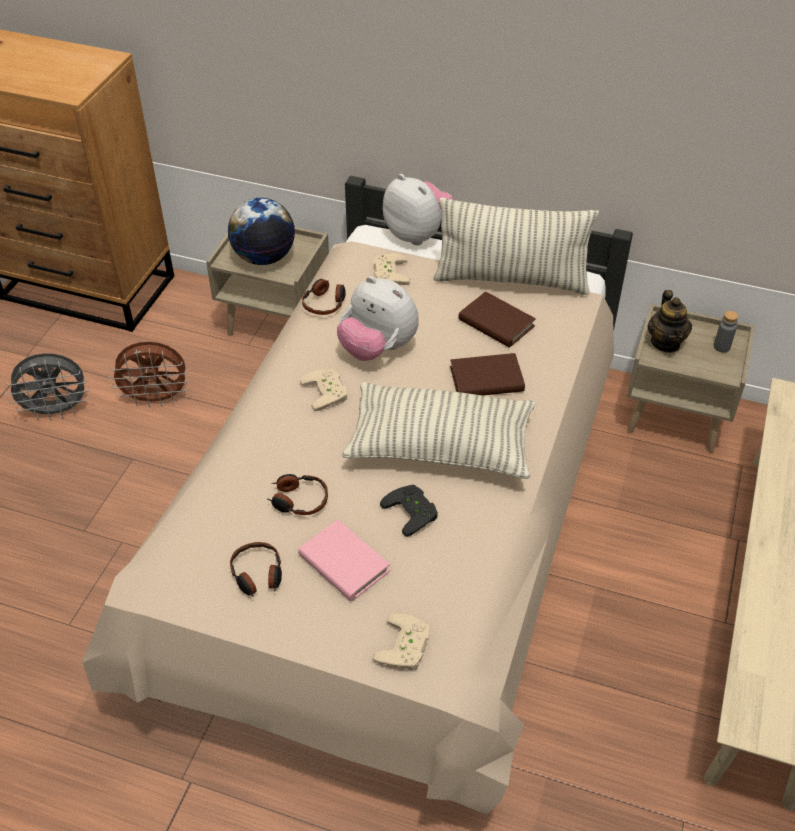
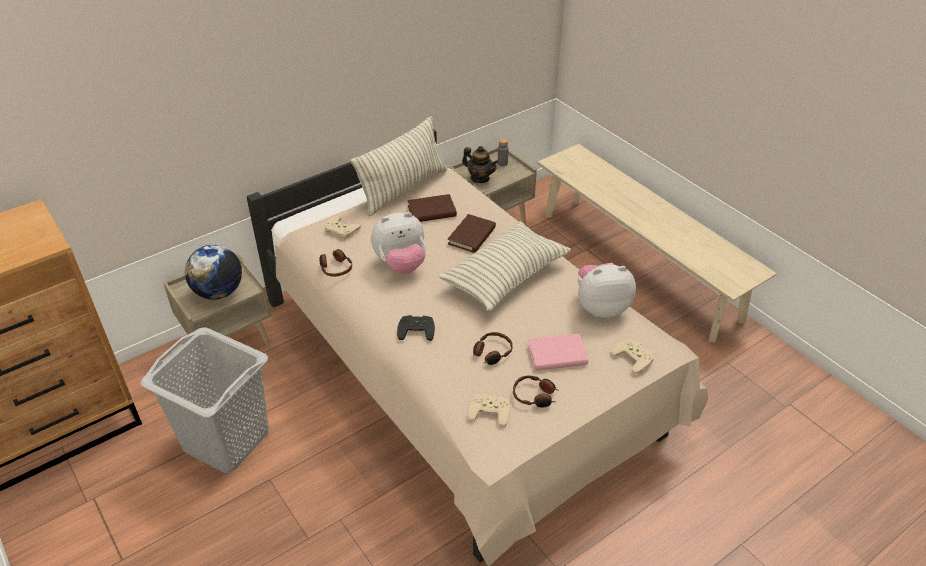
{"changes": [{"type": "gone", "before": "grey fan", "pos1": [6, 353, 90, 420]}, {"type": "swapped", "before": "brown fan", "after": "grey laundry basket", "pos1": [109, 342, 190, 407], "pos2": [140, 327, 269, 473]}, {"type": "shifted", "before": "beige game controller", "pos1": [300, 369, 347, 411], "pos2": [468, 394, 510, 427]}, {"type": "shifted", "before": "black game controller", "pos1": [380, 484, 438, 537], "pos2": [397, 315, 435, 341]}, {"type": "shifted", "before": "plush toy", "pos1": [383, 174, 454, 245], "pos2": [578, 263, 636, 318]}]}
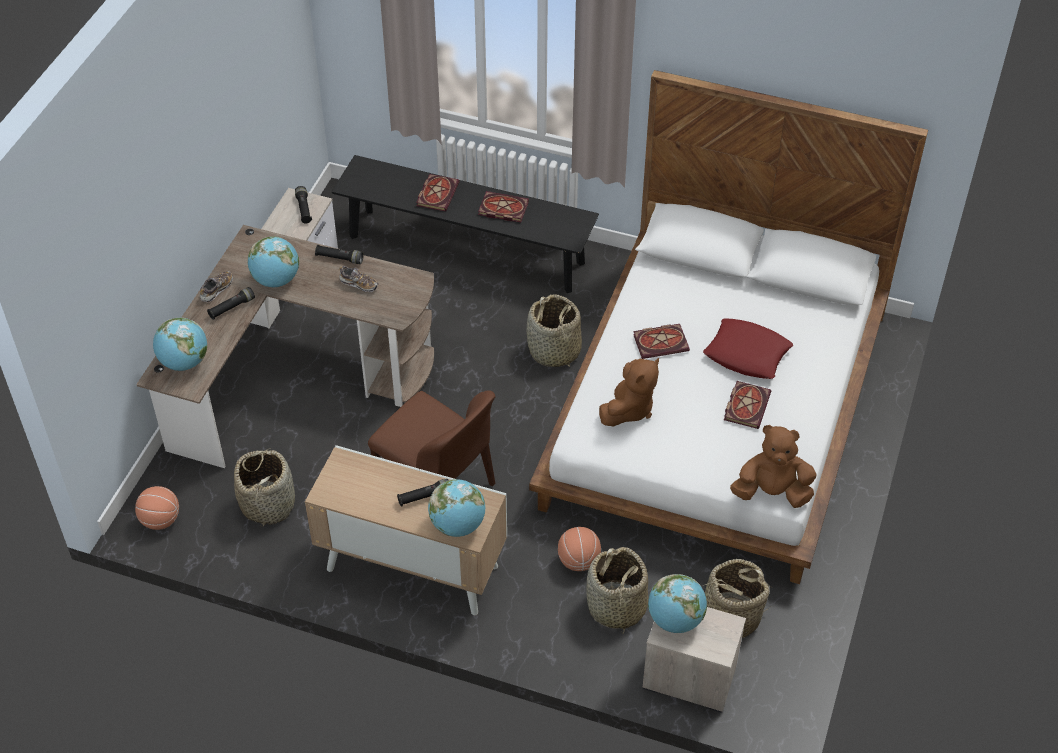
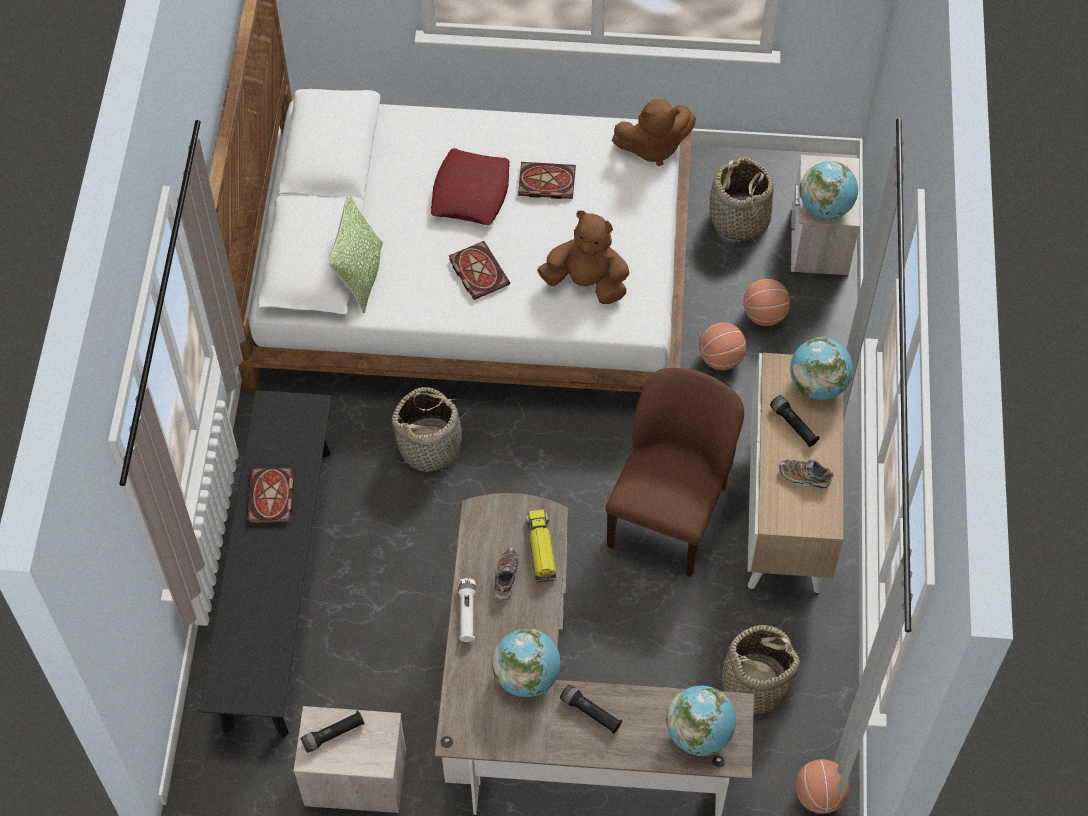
{"changes": [{"type": "shifted", "before": "shoe", "pos1": [200, 271, 233, 302], "pos2": [779, 460, 834, 489]}, {"type": "repainted", "before": "black flashlight", "after": "white flashlight", "pos1": [315, 245, 364, 264], "pos2": [458, 578, 476, 642]}, {"type": "gone", "before": "book", "pos1": [416, 174, 460, 211]}, {"type": "swapped", "before": "basket", "after": "basketball", "pos1": [586, 547, 648, 634], "pos2": [743, 279, 790, 326]}, {"type": "rotated", "before": "brown plush toy", "pos1": [730, 425, 816, 508], "pos2": [612, 99, 696, 166], "turn": -90}, {"type": "new", "after": "pillow", "pos2": [329, 193, 383, 313]}, {"type": "new", "after": "toy truck", "pos2": [526, 510, 556, 583]}]}
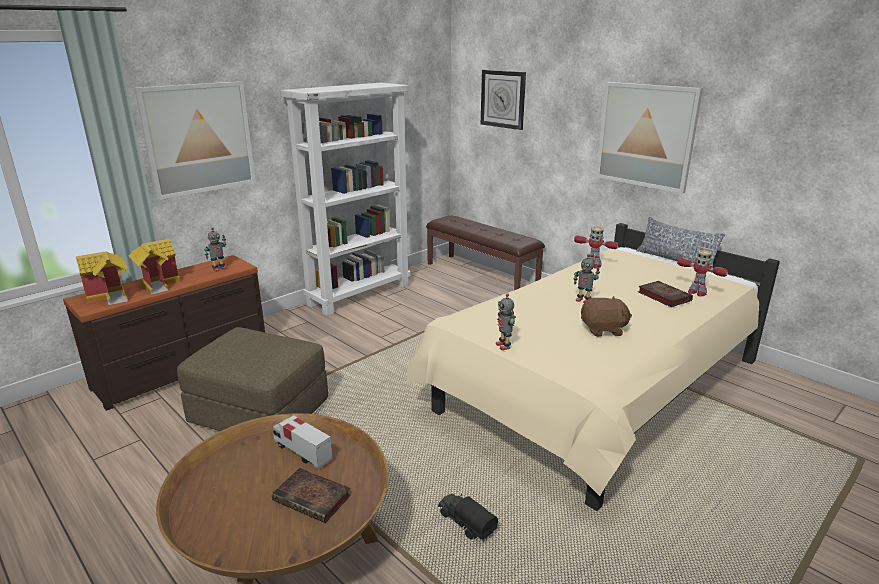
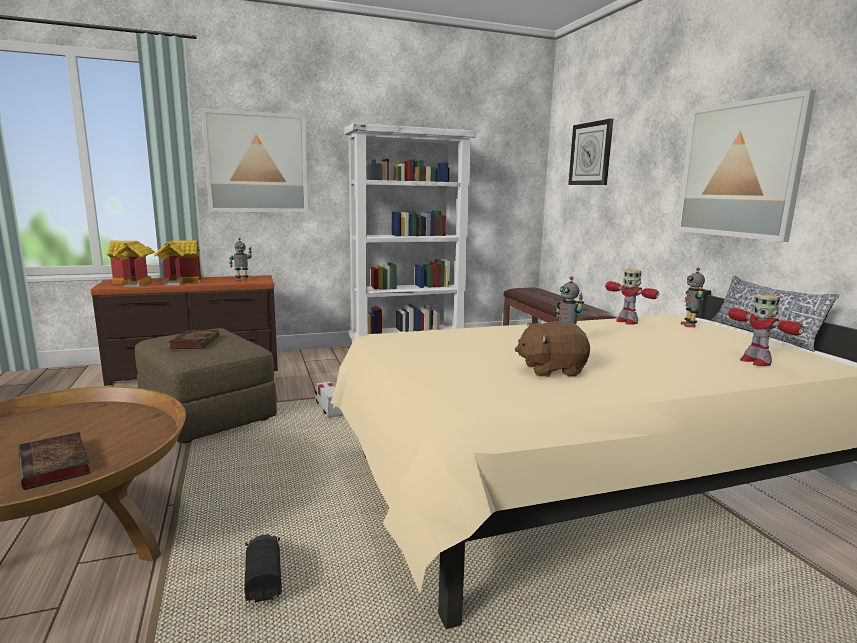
{"changes": [{"type": "shifted", "before": "toy truck", "pos1": [273, 415, 333, 469], "pos2": [315, 382, 343, 418]}, {"type": "shifted", "before": "toy robot", "pos1": [496, 293, 516, 350], "pos2": [681, 268, 705, 327]}, {"type": "rotated", "before": "brown plush toy", "pos1": [581, 296, 632, 337], "pos2": [515, 321, 590, 377], "turn": 150}, {"type": "shifted", "before": "book", "pos1": [638, 281, 693, 307], "pos2": [169, 330, 219, 349]}]}
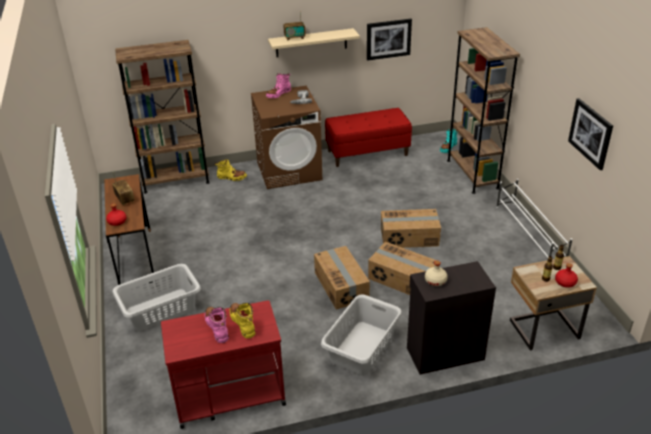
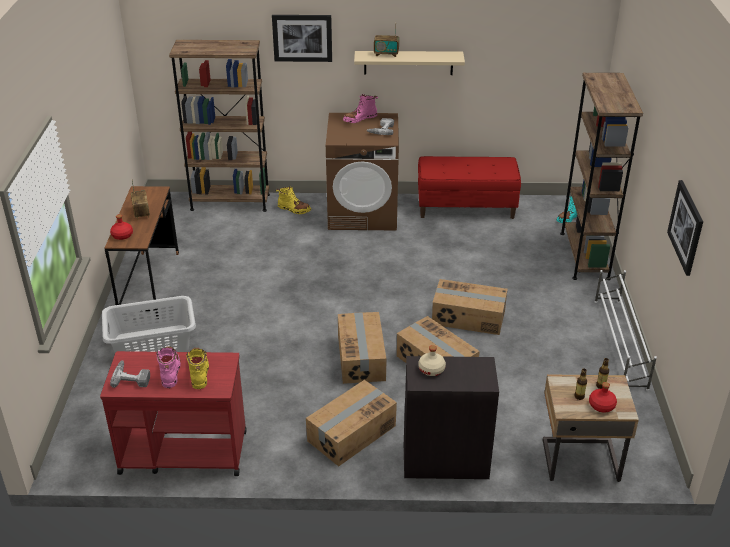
{"changes": [{"type": "swapped", "before": "grey laundry basket", "after": "cardboard box", "pos1": [321, 294, 402, 376], "pos2": [306, 380, 397, 467]}, {"type": "shifted", "before": "picture", "pos1": [367, 19, 412, 61], "pos2": [272, 15, 332, 62]}, {"type": "new", "after": "power drill", "pos2": [110, 360, 150, 388]}]}
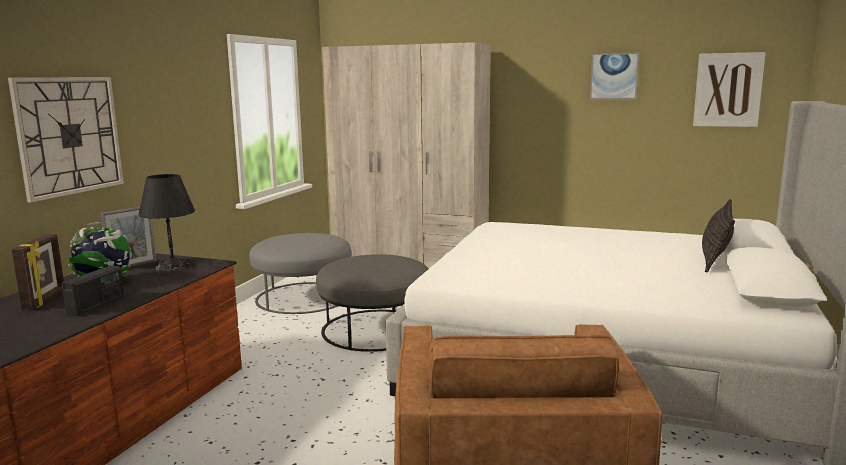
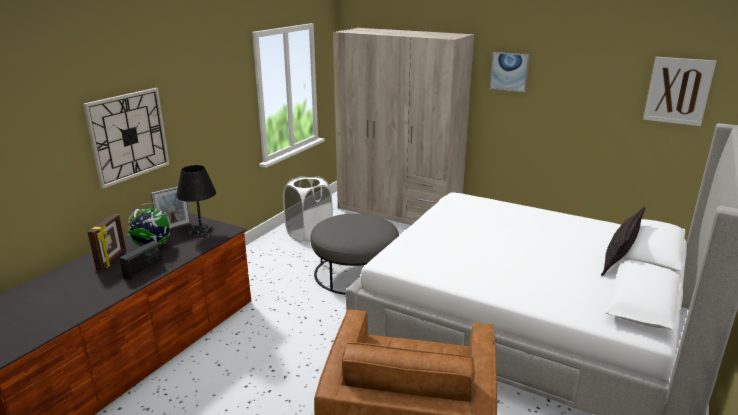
{"changes": [{"type": "swapped", "before": "grey ottoman", "after": "white laundry basket", "pos1": [249, 233, 351, 314], "pos2": [283, 176, 333, 242]}, {"type": "shifted", "before": "picture", "pos1": [590, 53, 639, 99], "pos2": [490, 52, 530, 93]}]}
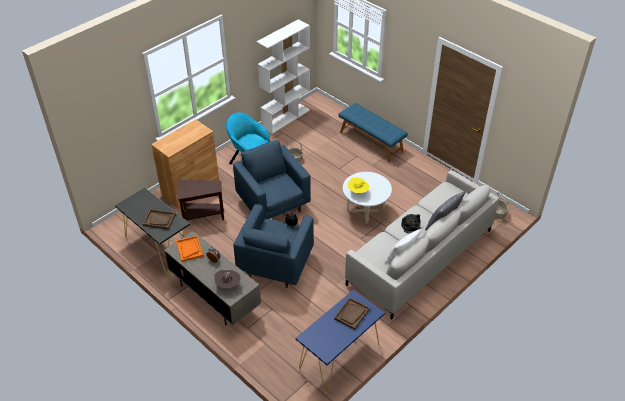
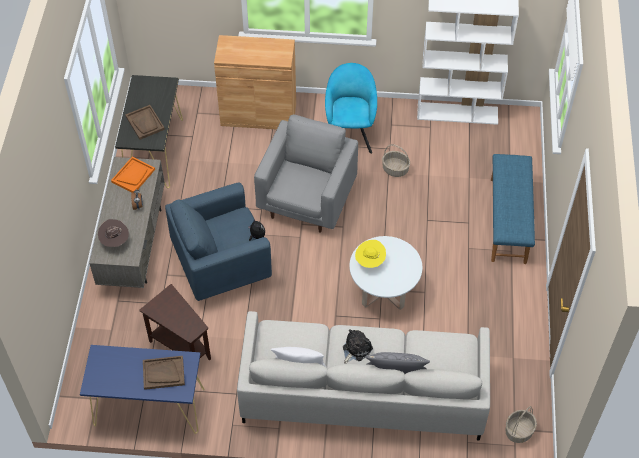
{"changes": [{"type": "shifted", "before": "brown side table", "pos1": [178, 180, 224, 221], "pos2": [140, 284, 211, 361]}, {"type": "repainted", "before": "blue armchair", "after": "grey armchair", "pos1": [233, 140, 311, 220], "pos2": [254, 115, 358, 233]}]}
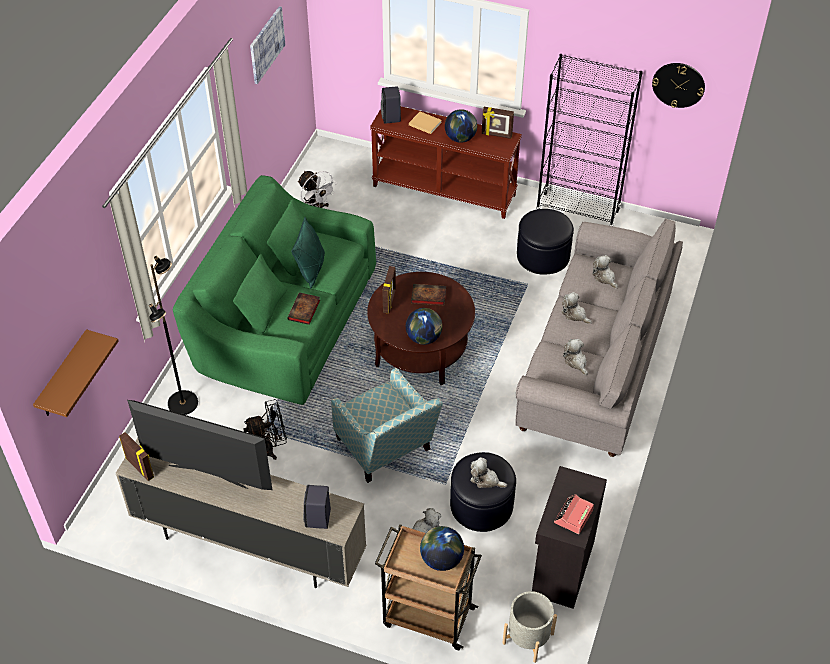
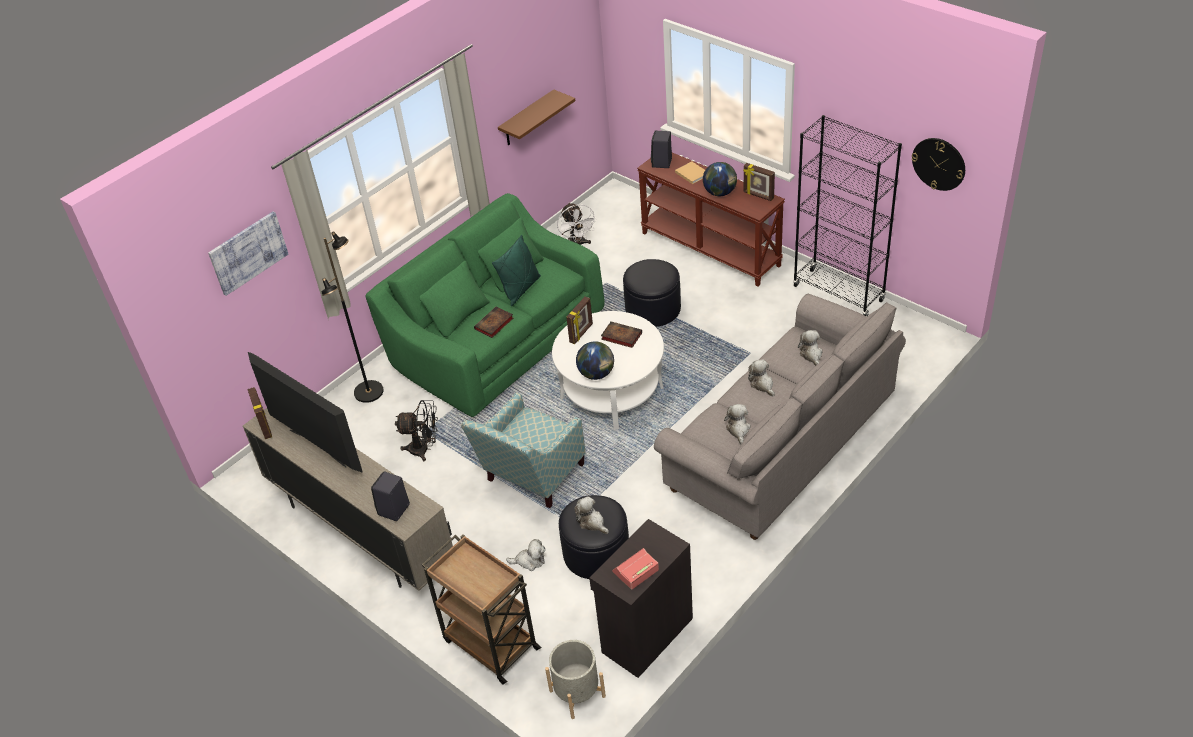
{"changes": [{"type": "shifted", "before": "brown shelf", "pos1": [33, 329, 119, 417], "pos2": [498, 89, 575, 145]}, {"type": "shifted", "before": "picture", "pos1": [250, 6, 285, 84], "pos2": [208, 211, 288, 296]}, {"type": "rotated", "before": "armchair", "pos1": [331, 368, 443, 483], "pos2": [461, 392, 586, 508], "turn": 45}, {"type": "repainted", "before": "brown coffee table", "after": "white coffee table", "pos1": [367, 272, 475, 385], "pos2": [552, 311, 664, 430]}, {"type": "gone", "before": "globe", "pos1": [420, 526, 464, 571]}, {"type": "shifted", "before": "black ottoman", "pos1": [517, 209, 574, 275], "pos2": [623, 259, 681, 327]}]}
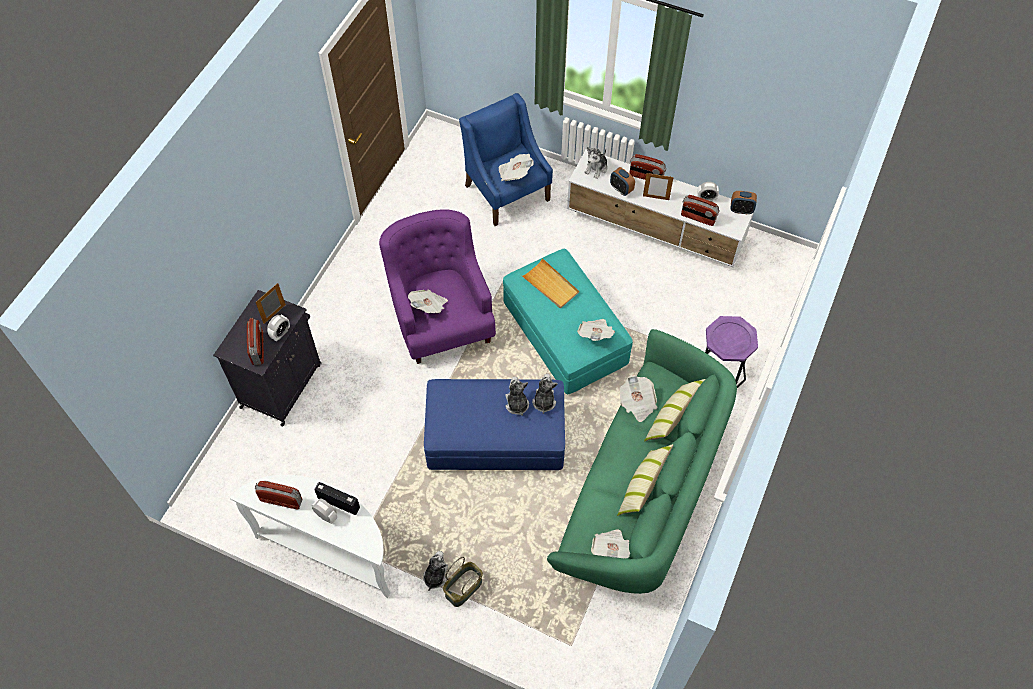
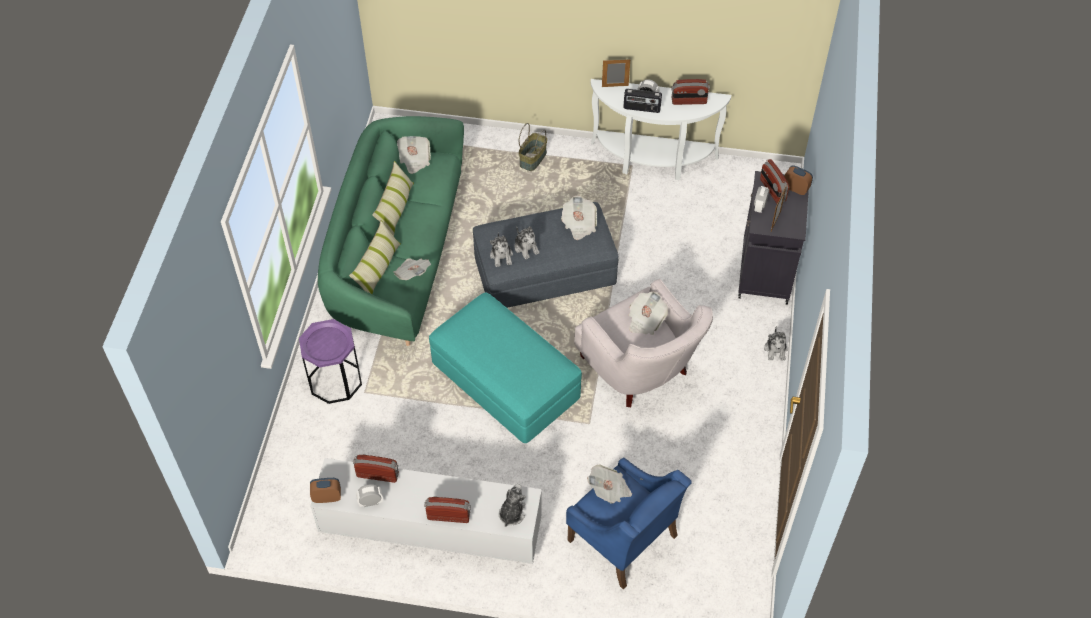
{"changes": [{"type": "repainted", "before": "purple armchair", "after": "white armchair", "pos1": [379, 209, 496, 364], "pos2": [574, 279, 713, 407]}, {"type": "shifted", "before": "plush toy", "pos1": [423, 551, 448, 591], "pos2": [764, 326, 787, 361]}, {"type": "repainted", "before": "blue ottoman", "after": "grey ottoman", "pos1": [424, 379, 565, 470], "pos2": [473, 202, 618, 308]}, {"type": "gone", "before": "beige tray", "pos1": [521, 258, 579, 308]}, {"type": "shifted", "before": "newspaper", "pos1": [577, 319, 615, 341], "pos2": [561, 195, 597, 240]}, {"type": "shifted", "before": "alarm clock", "pos1": [610, 167, 635, 196], "pos2": [784, 166, 813, 195]}, {"type": "shifted", "before": "picture frame", "pos1": [643, 173, 674, 200], "pos2": [602, 59, 630, 87]}]}
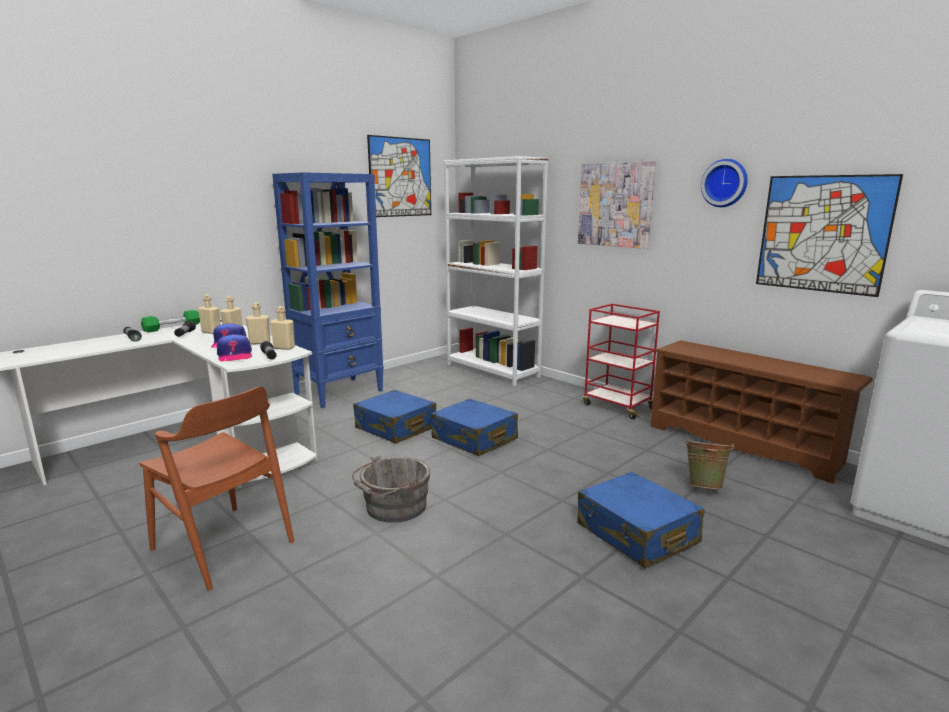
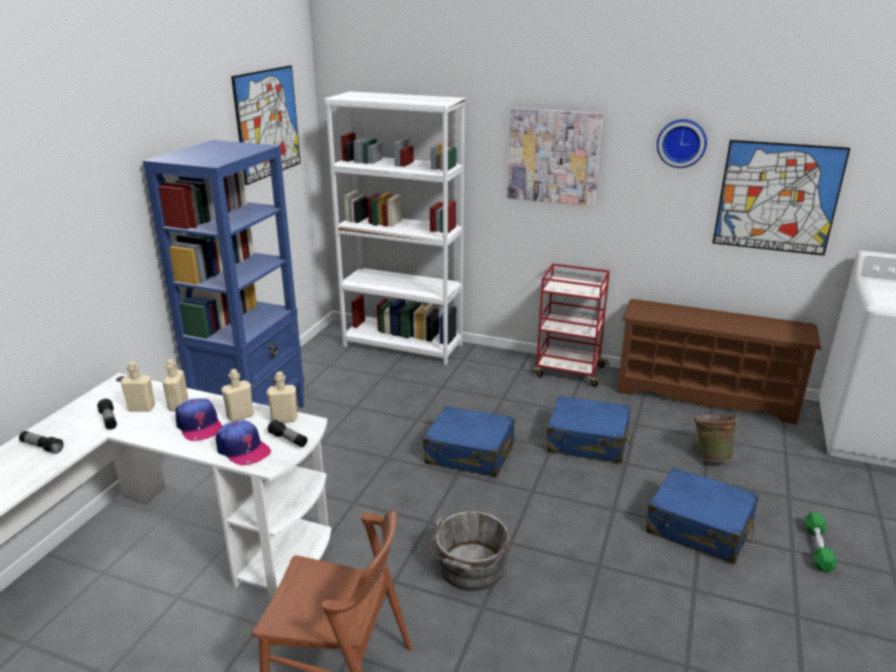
{"changes": [{"type": "shifted", "before": "green dumbbell", "pos1": [141, 310, 200, 333], "pos2": [804, 512, 837, 572]}, {"type": "shifted", "before": "blue suitcase", "pos1": [353, 390, 436, 444], "pos2": [547, 396, 631, 463]}]}
